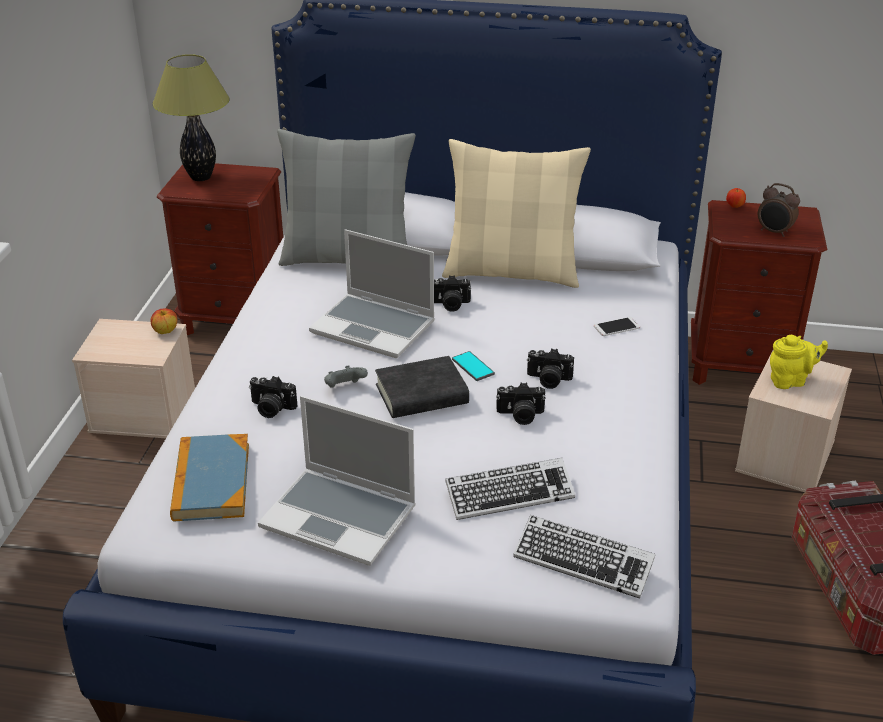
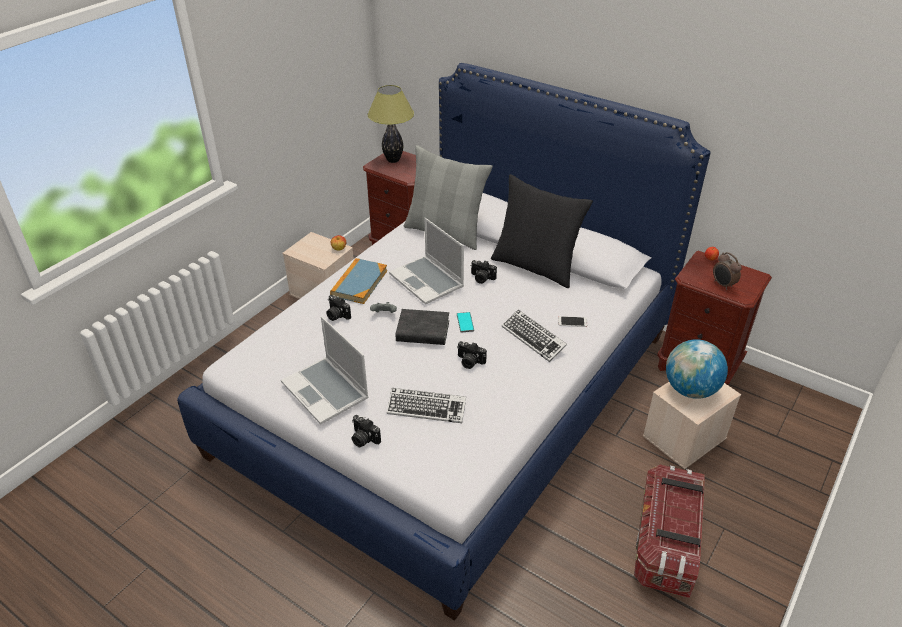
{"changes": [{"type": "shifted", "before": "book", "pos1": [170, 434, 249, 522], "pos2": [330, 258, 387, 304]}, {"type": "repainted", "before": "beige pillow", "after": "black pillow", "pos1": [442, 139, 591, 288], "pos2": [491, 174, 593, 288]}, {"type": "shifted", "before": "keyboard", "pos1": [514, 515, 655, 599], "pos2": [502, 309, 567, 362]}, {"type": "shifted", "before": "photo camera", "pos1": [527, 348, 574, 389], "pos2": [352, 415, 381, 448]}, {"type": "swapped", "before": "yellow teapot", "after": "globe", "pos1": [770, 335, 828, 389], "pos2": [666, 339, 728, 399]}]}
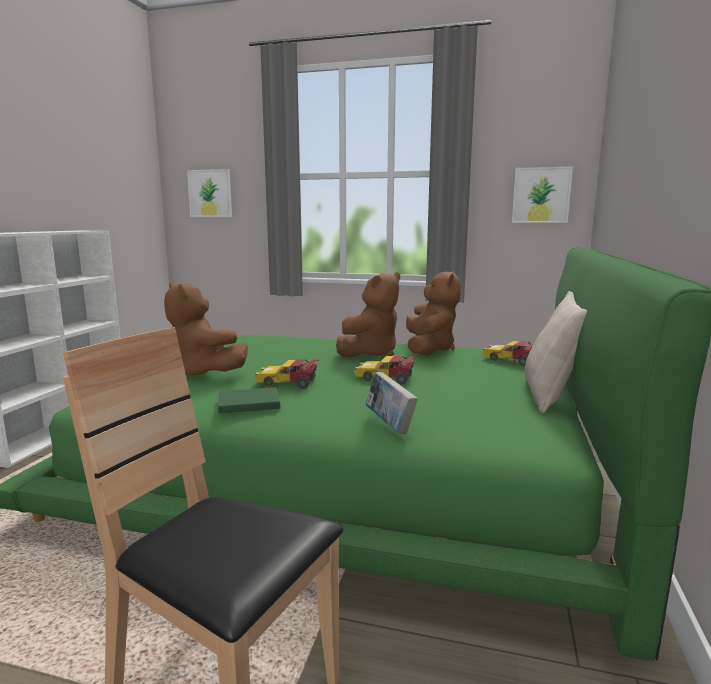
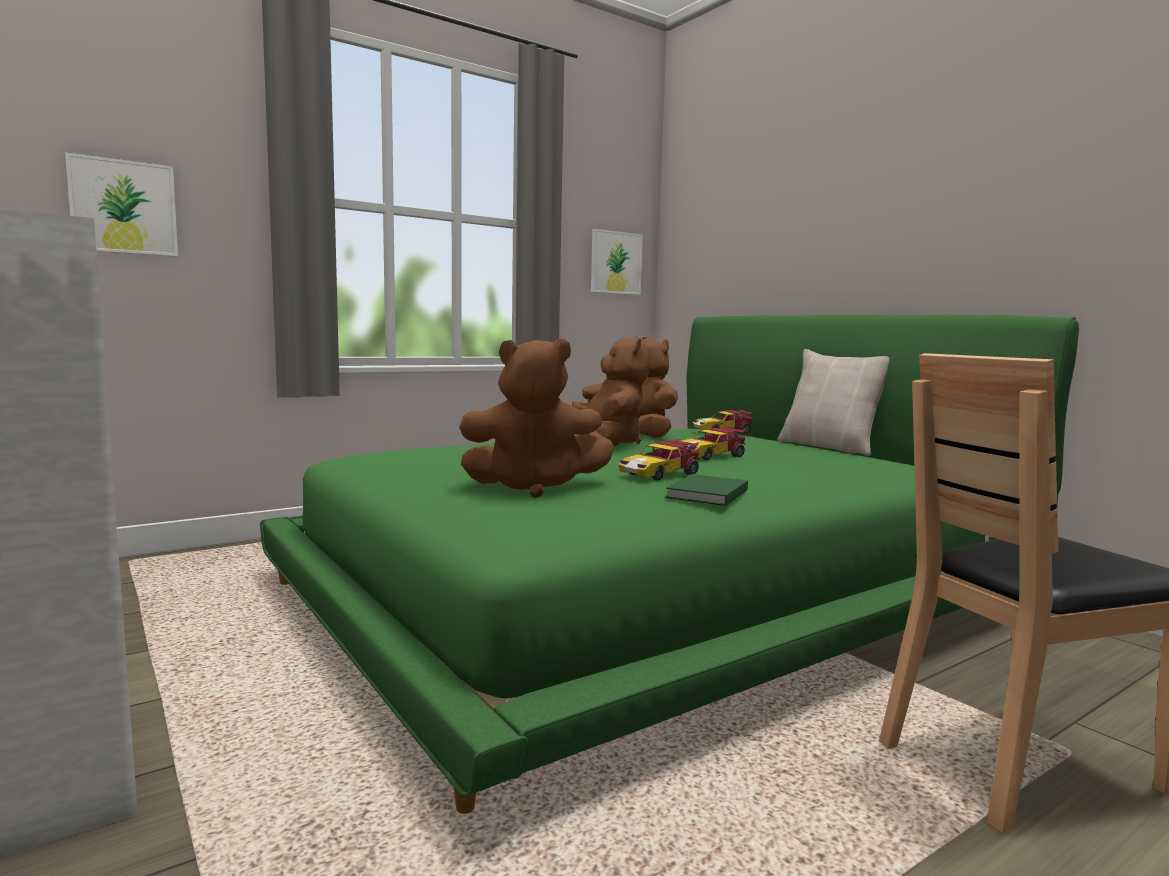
{"changes": [{"type": "gone", "before": "book", "pos1": [366, 372, 418, 434]}]}
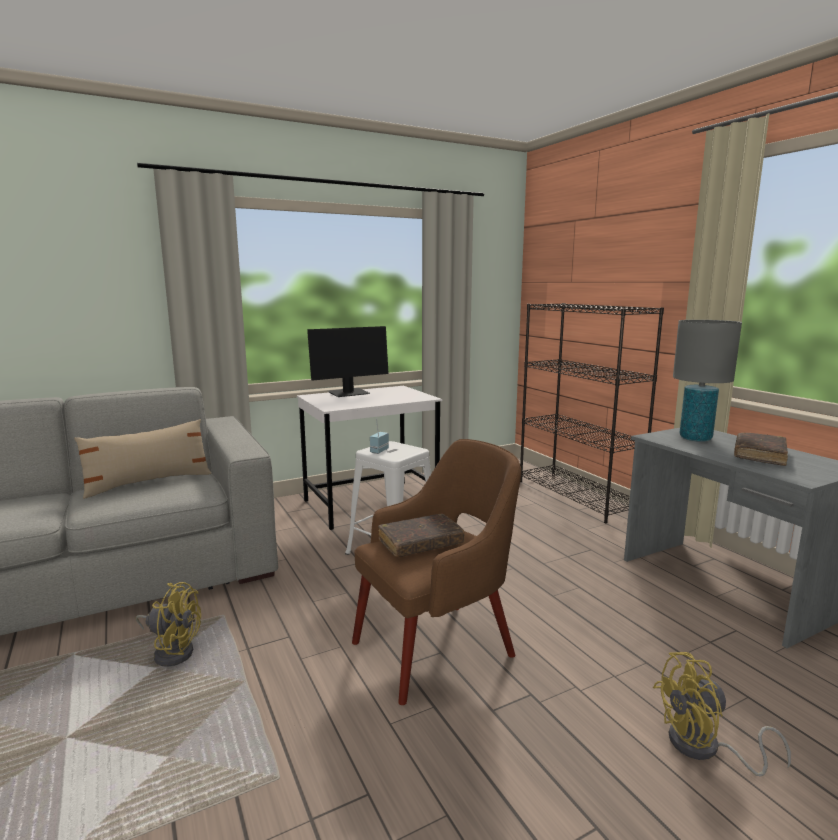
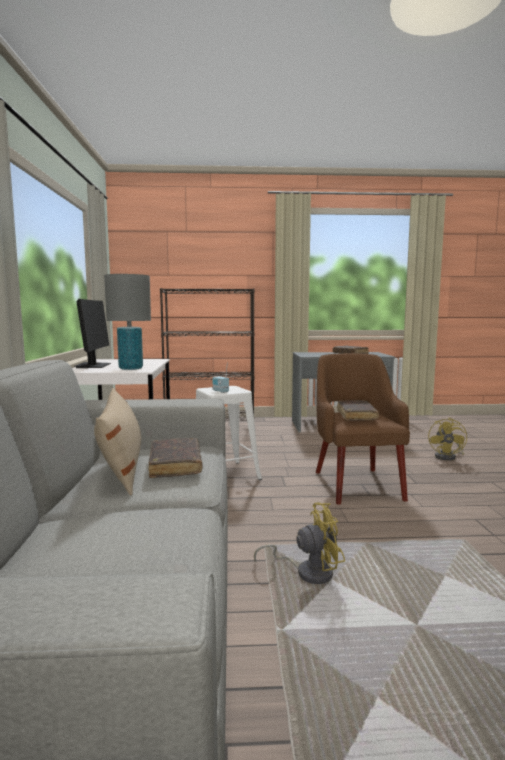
{"changes": [{"type": "rotated", "before": "yellow fan", "pos1": [135, 582, 201, 667], "pos2": [254, 502, 345, 584], "turn": 45}, {"type": "shifted", "before": "grey table lamp", "pos1": [673, 320, 742, 442], "pos2": [104, 274, 151, 370]}, {"type": "new", "after": "brown book", "pos2": [148, 438, 202, 478]}]}
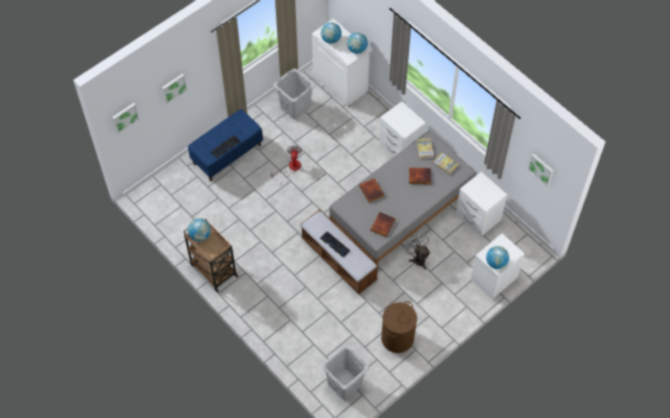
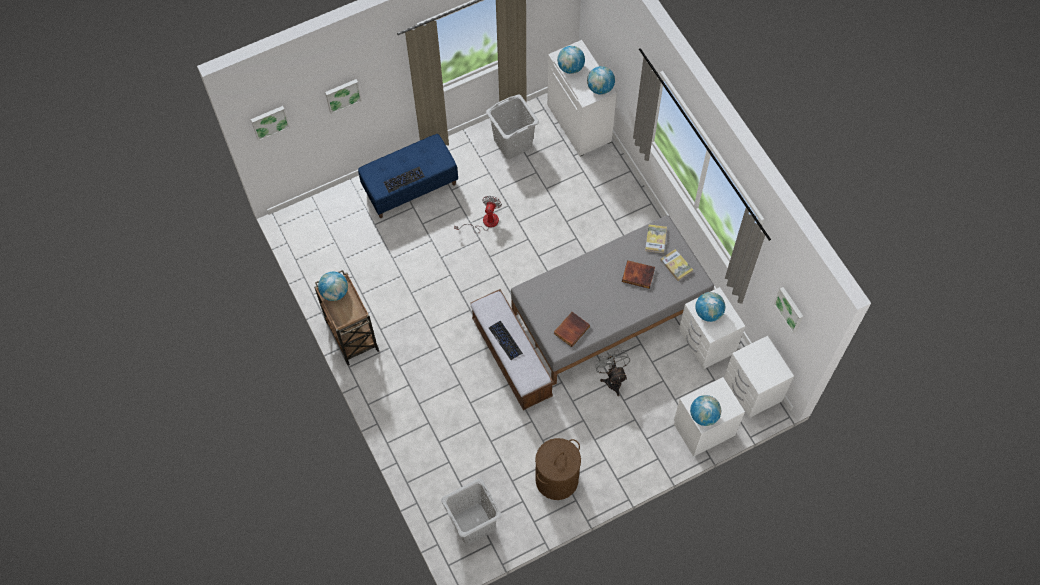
{"changes": [{"type": "gone", "before": "book", "pos1": [359, 178, 384, 203]}, {"type": "shifted", "before": "white nightstand", "pos1": [379, 101, 426, 156], "pos2": [725, 336, 794, 418]}, {"type": "new", "after": "globe", "pos2": [695, 292, 725, 322]}]}
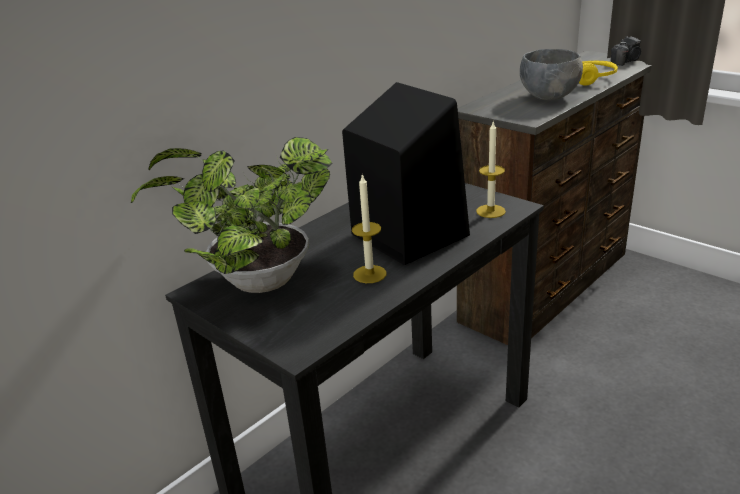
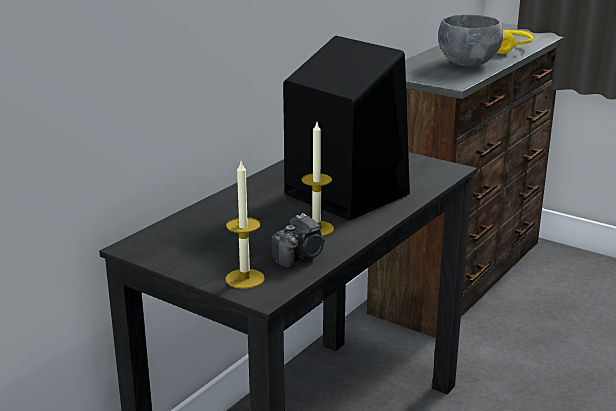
{"changes": [{"type": "gone", "before": "potted plant", "pos1": [131, 137, 333, 293]}, {"type": "shifted", "before": "candle", "pos1": [476, 122, 506, 218], "pos2": [226, 162, 265, 289]}, {"type": "shifted", "before": "photo camera", "pos1": [611, 36, 641, 66], "pos2": [271, 213, 325, 268]}]}
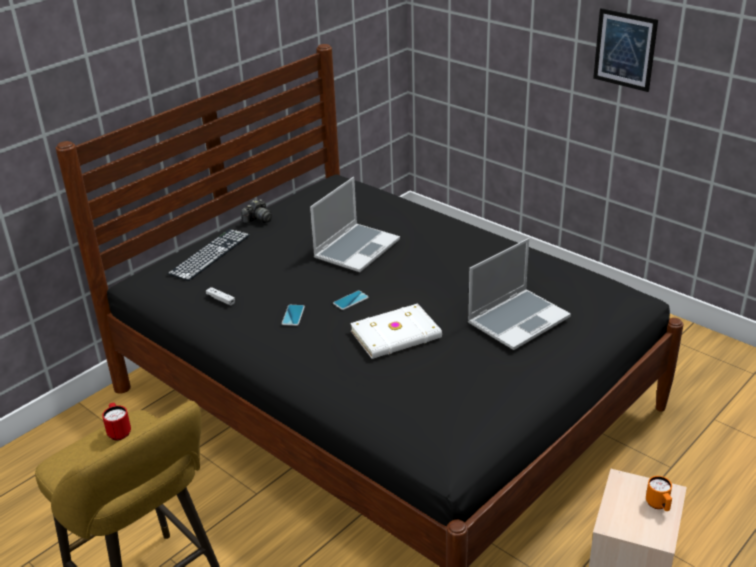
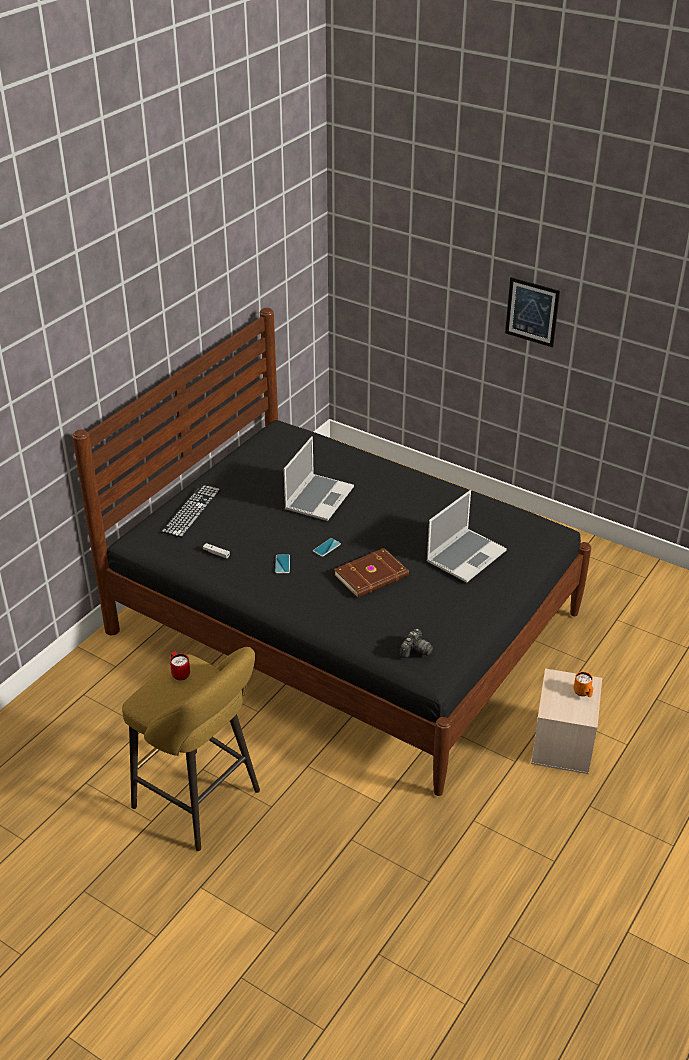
{"changes": [{"type": "shifted", "before": "photo camera", "pos1": [241, 199, 272, 224], "pos2": [400, 629, 433, 658]}, {"type": "repainted", "before": "white book", "after": "brown book", "pos1": [350, 303, 442, 359], "pos2": [334, 548, 409, 598]}]}
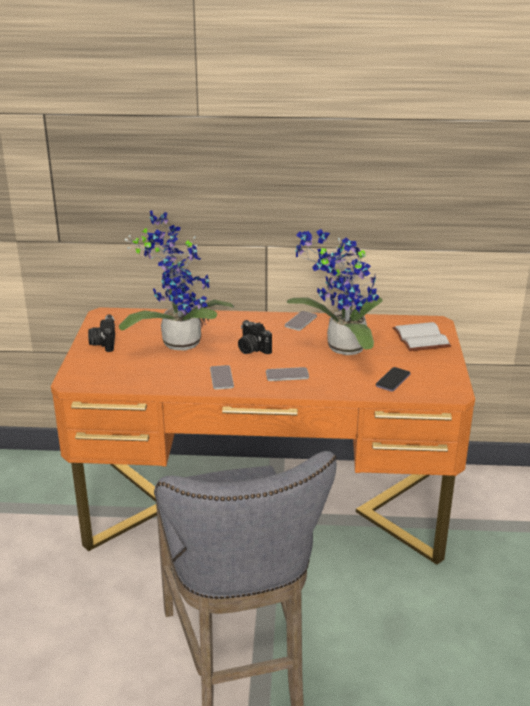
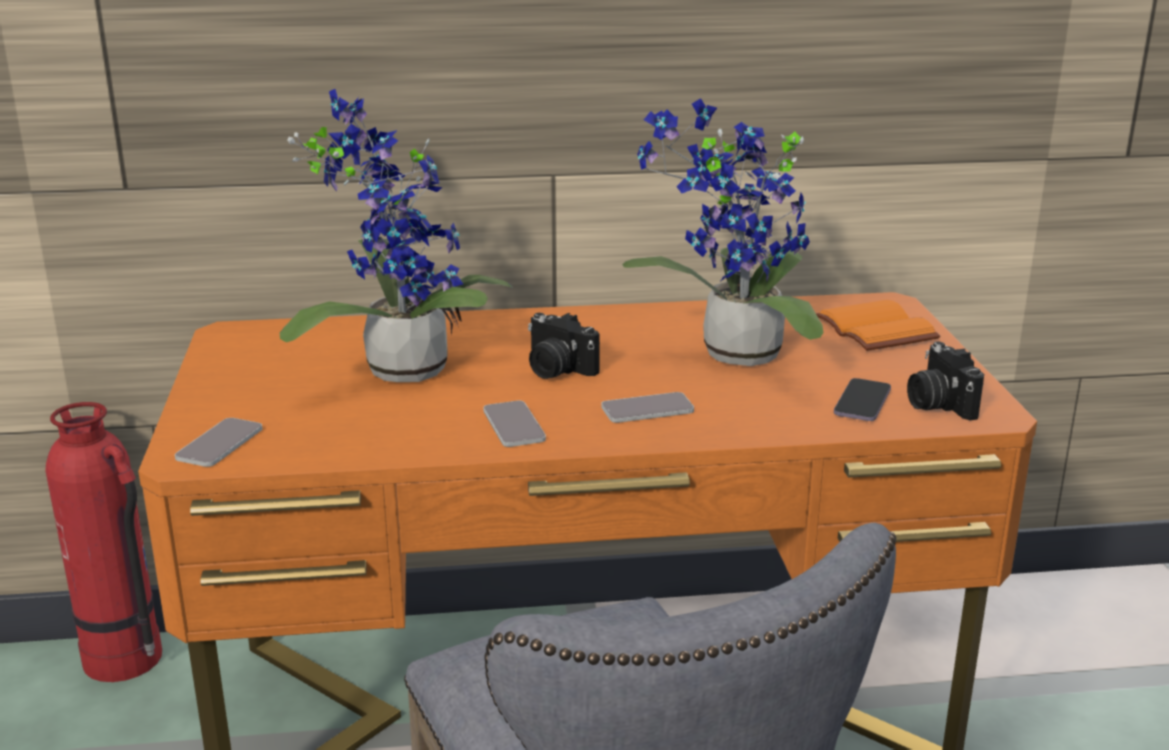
{"changes": [{"type": "shifted", "before": "photo camera", "pos1": [88, 314, 116, 352], "pos2": [907, 342, 984, 420]}, {"type": "shifted", "before": "phone", "pos1": [285, 311, 317, 331], "pos2": [175, 418, 262, 467]}, {"type": "repainted", "before": "white book", "after": "orange book", "pos1": [393, 322, 451, 351], "pos2": [816, 300, 940, 351]}, {"type": "new", "after": "fire extinguisher", "pos2": [45, 402, 162, 682]}]}
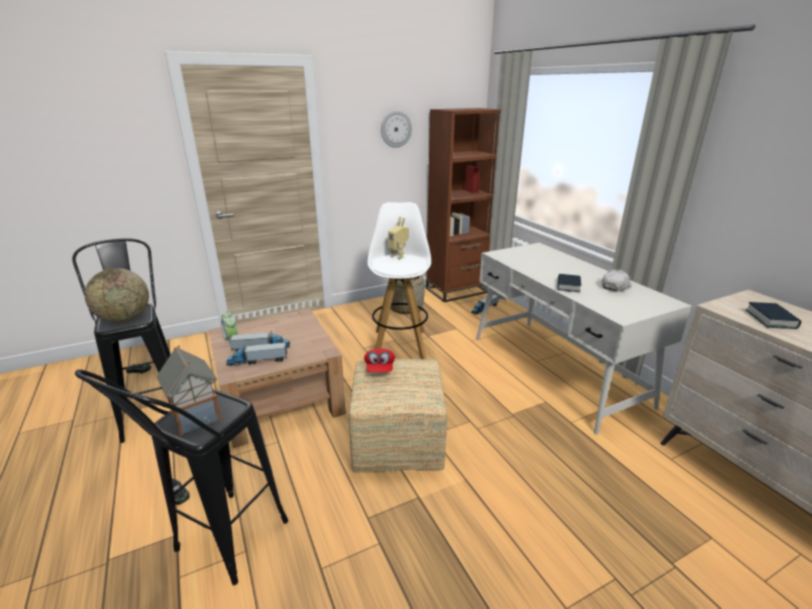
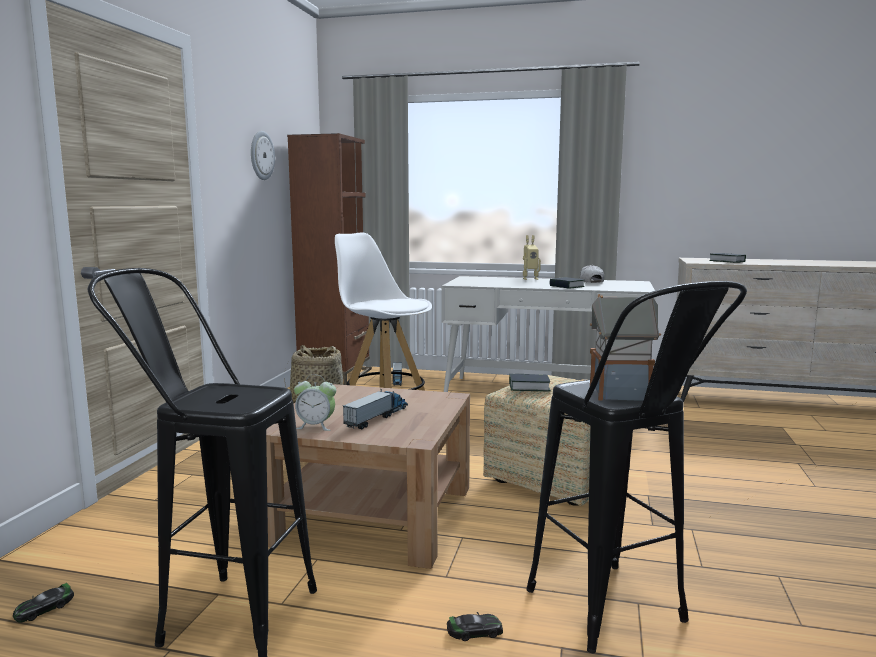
{"changes": [{"type": "gone", "before": "globe", "pos1": [85, 268, 149, 323]}, {"type": "gone", "before": "toy truck", "pos1": [226, 342, 287, 366]}, {"type": "swapped", "before": "red cap", "after": "book", "pos1": [364, 349, 395, 372], "pos2": [509, 374, 551, 391]}, {"type": "shifted", "before": "toy robot", "pos1": [388, 217, 409, 259], "pos2": [523, 235, 541, 280]}]}
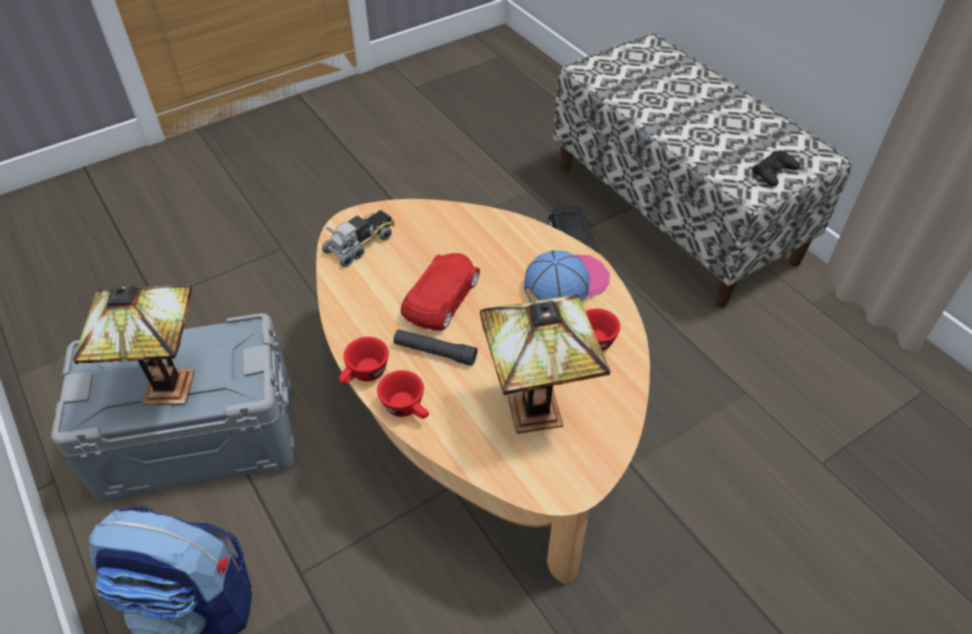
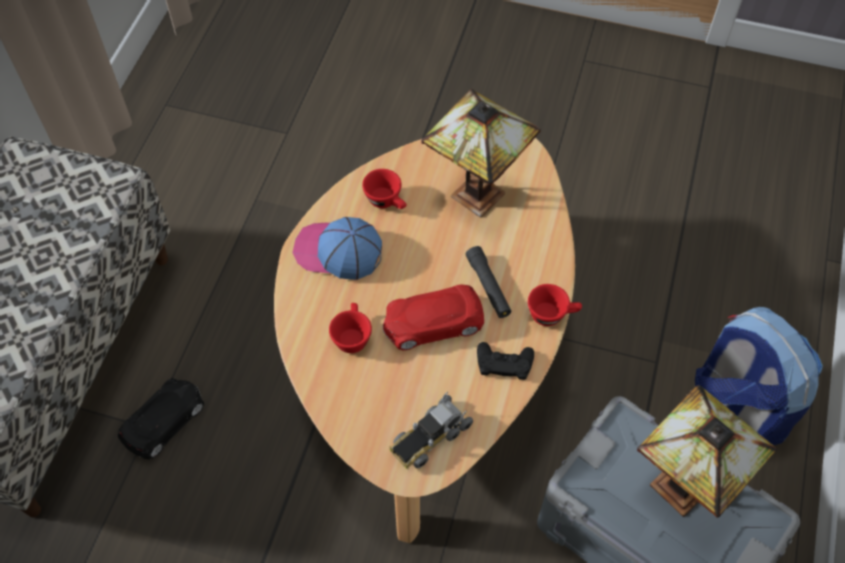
{"changes": [{"type": "rotated", "before": "toy truck", "pos1": [322, 210, 395, 267], "pos2": [390, 391, 473, 469], "turn": -45}, {"type": "shifted", "before": "red cup", "pos1": [377, 370, 429, 419], "pos2": [329, 303, 372, 353]}, {"type": "shifted", "before": "black game controller", "pos1": [752, 151, 800, 186], "pos2": [477, 342, 534, 380]}]}
